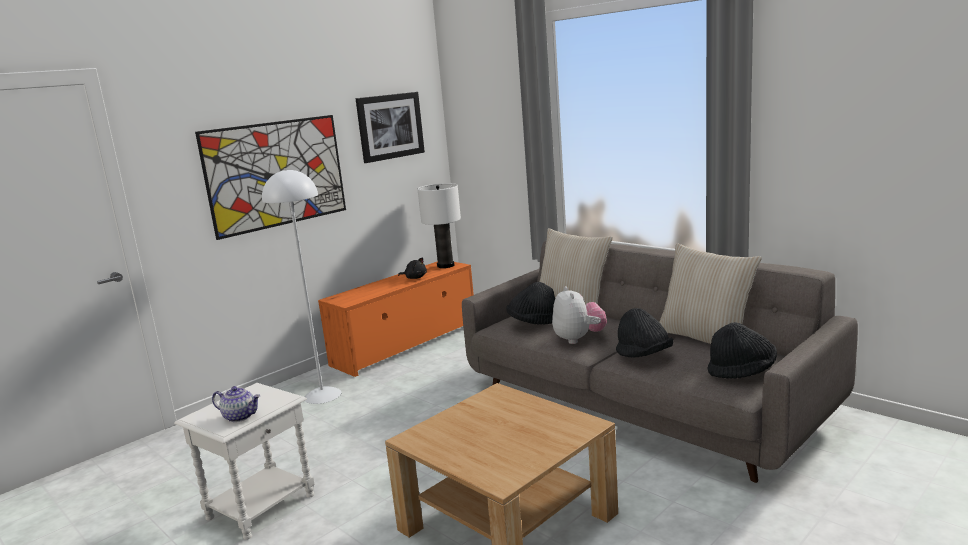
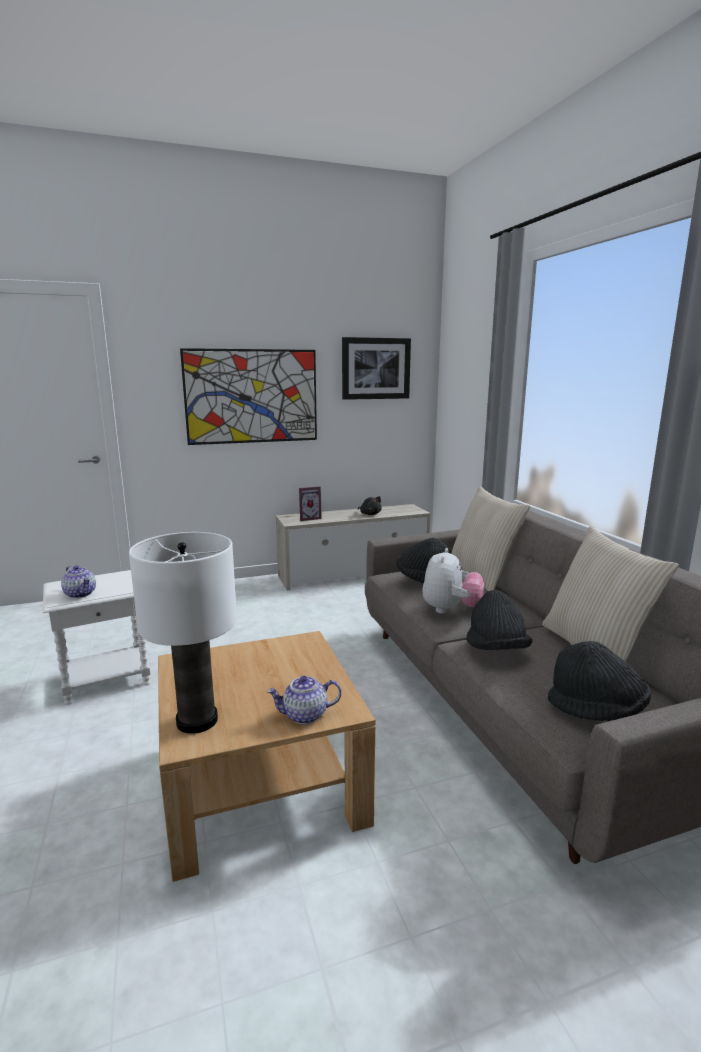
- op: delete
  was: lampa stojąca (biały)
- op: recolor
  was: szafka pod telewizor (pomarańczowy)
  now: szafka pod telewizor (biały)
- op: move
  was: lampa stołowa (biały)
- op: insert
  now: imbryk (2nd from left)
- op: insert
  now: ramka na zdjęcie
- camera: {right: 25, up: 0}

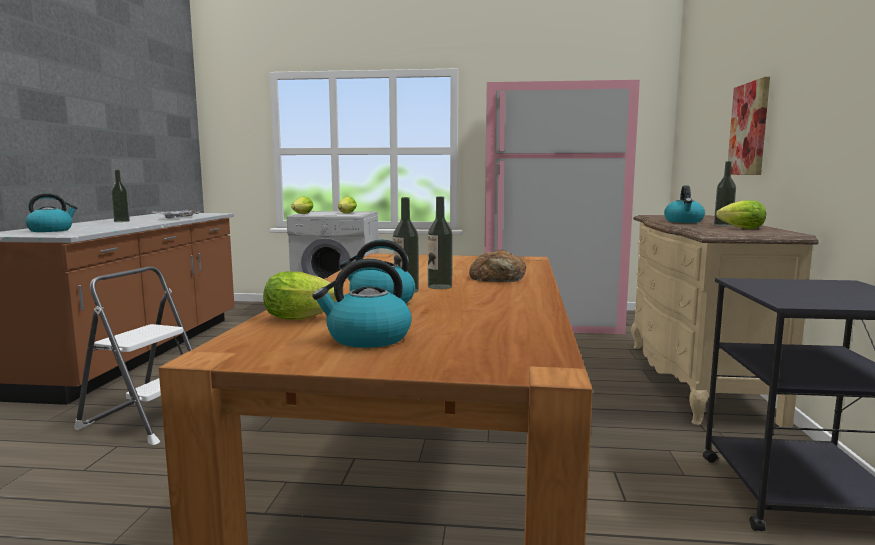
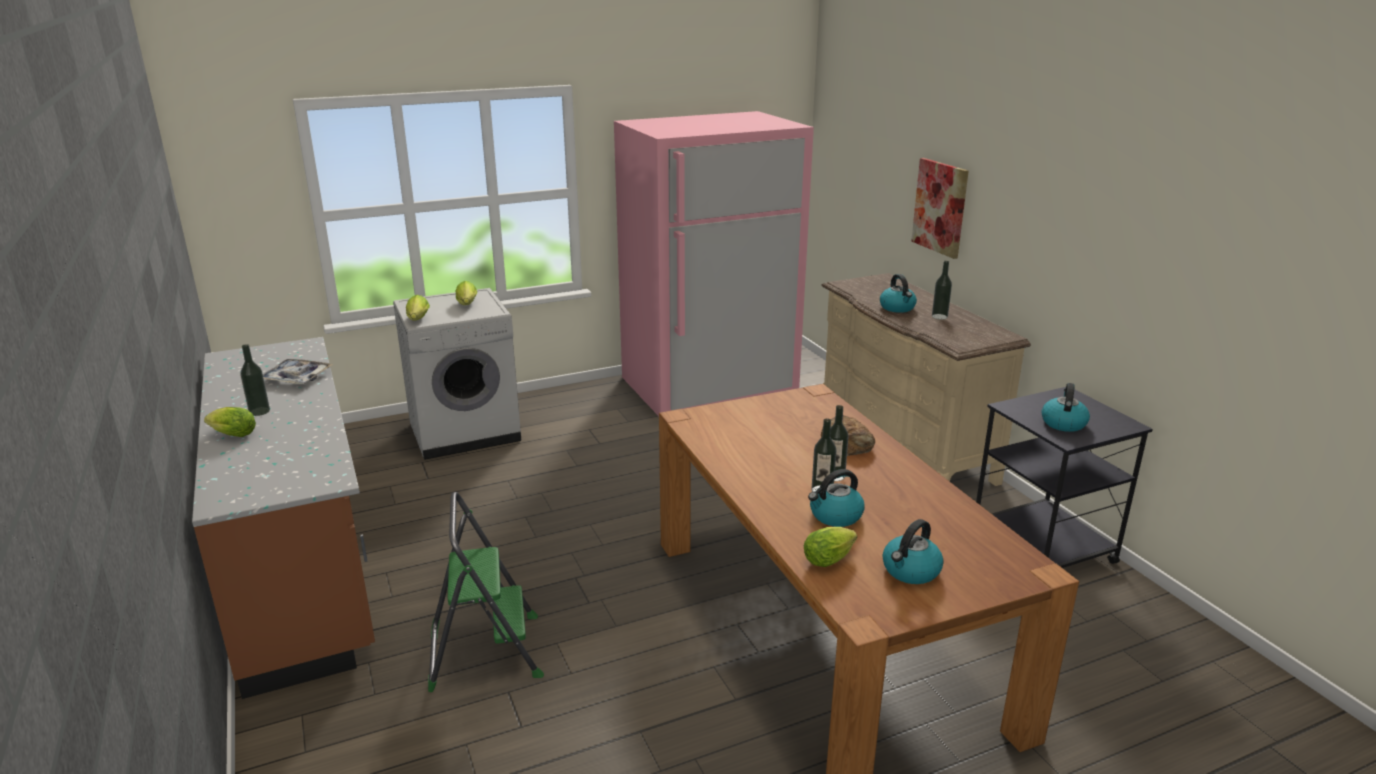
- op: move
  was: czajnik (1st from left in the first image)
  now: czajnik (4th from left)
- op: recolor
  was: drabinka (biały)
  now: drabinka (zielony)
- op: move
  was: sałata (4th from left in the first image)
  now: sałata (1st from left)
- camera: {right: -30, up: 15}

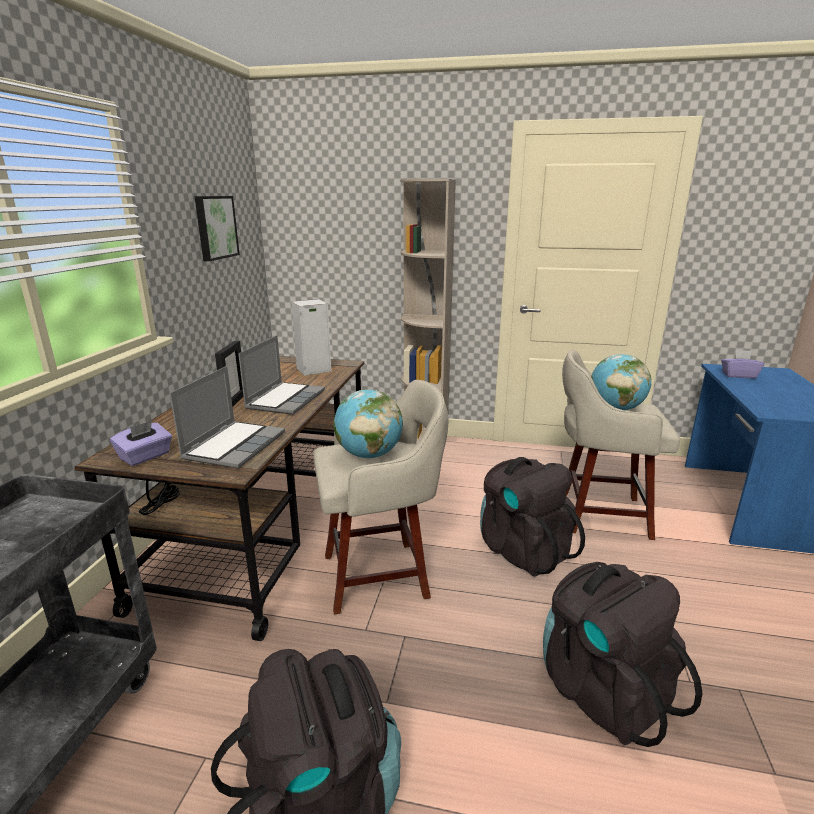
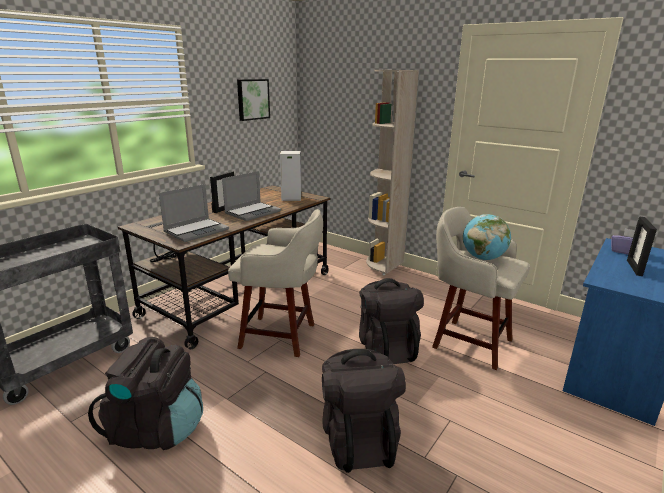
- op: delete
  was: pudełko chusteczek (fioletowy) (1st from left)
- op: delete
  was: globus (1st from left)
- op: insert
  now: ramka na zdjęcie (2nd from left)
- camera: {right: 25, up: 0}

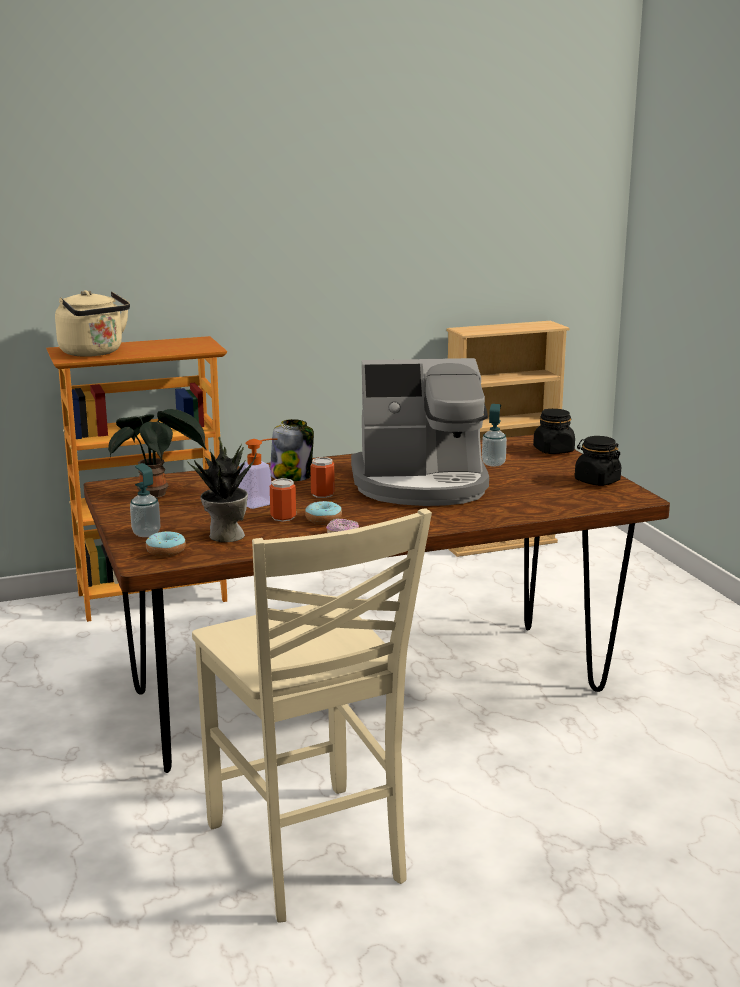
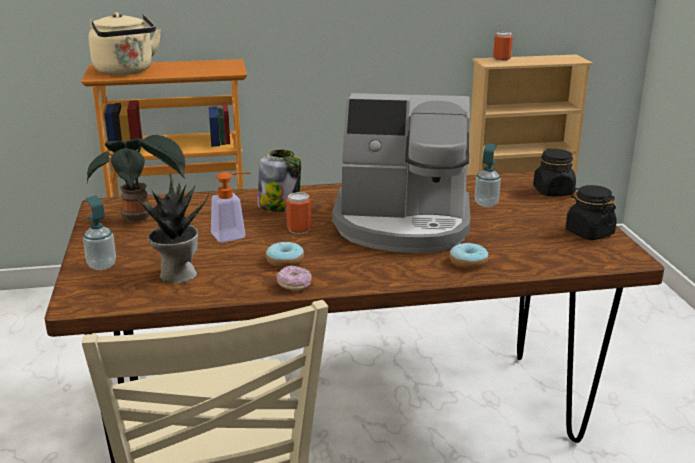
- op: move
  was: donut (1st from left in the first image)
  now: donut (3rd from left)
- op: move
  was: puszka (1st from left in the first image)
  now: puszka (2nd from left)
- camera: {right: 10, up: 5}

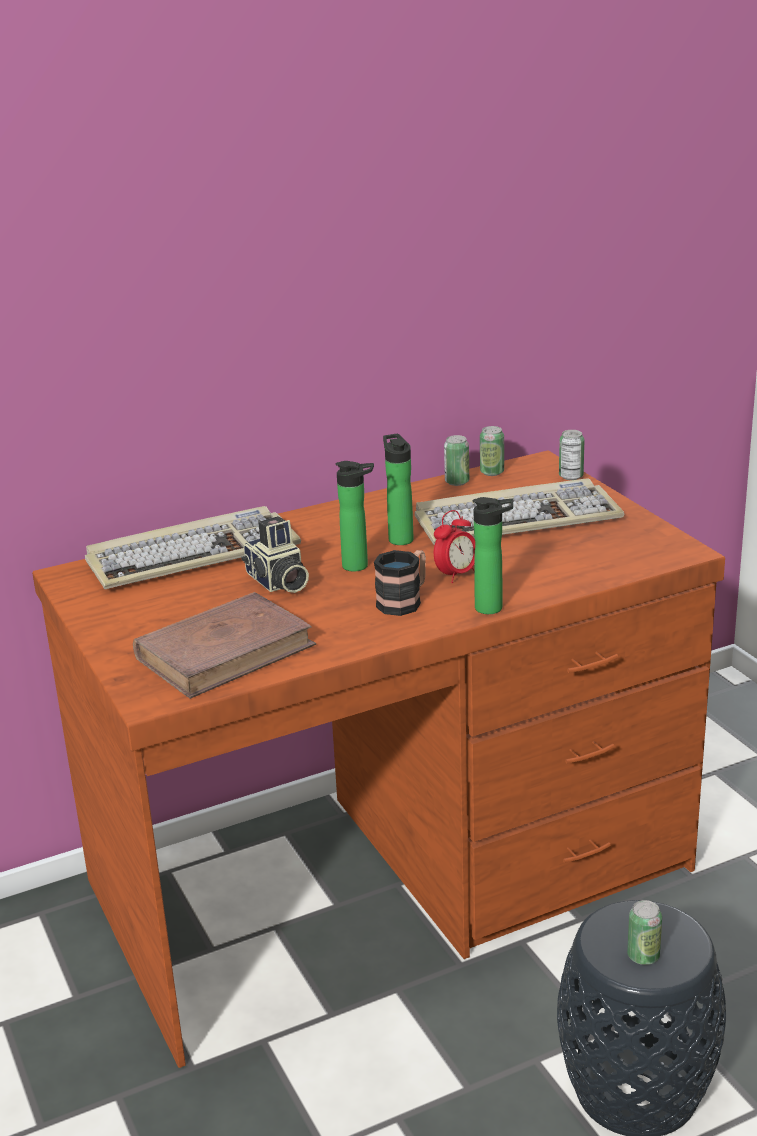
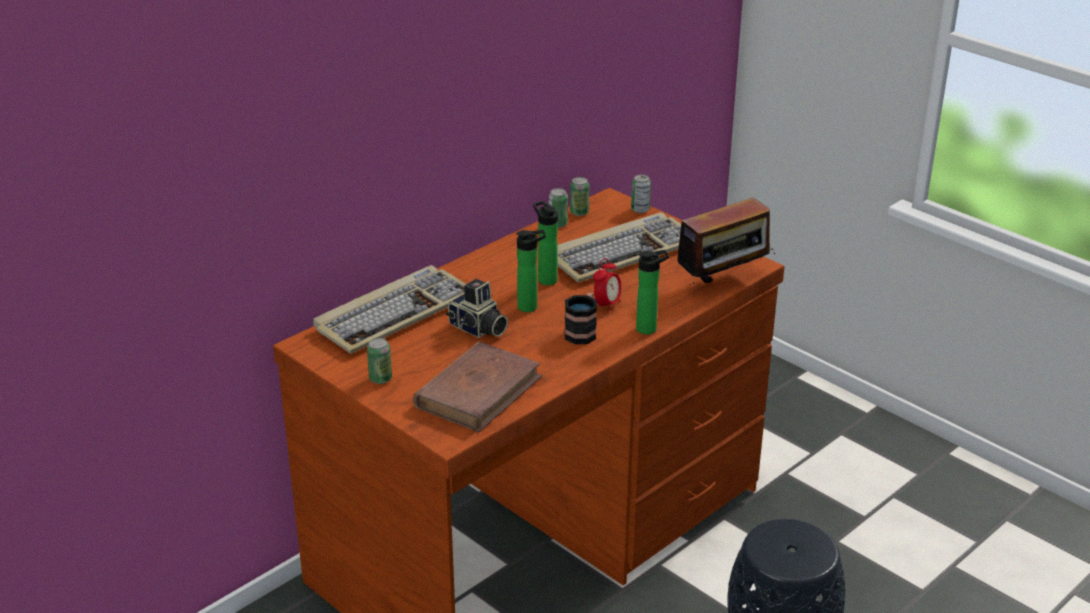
- op: move
  was: puszka (4th from left in the first image)
  now: puszka (1st from left)
- op: insert
  now: radio
- camera: {right: -20, up: 5}

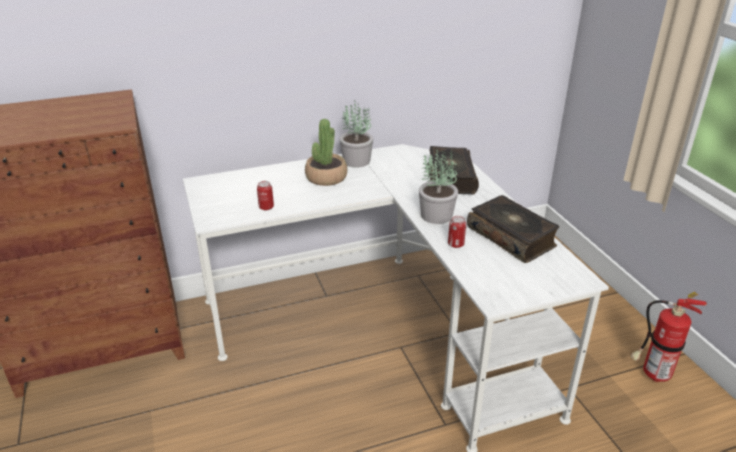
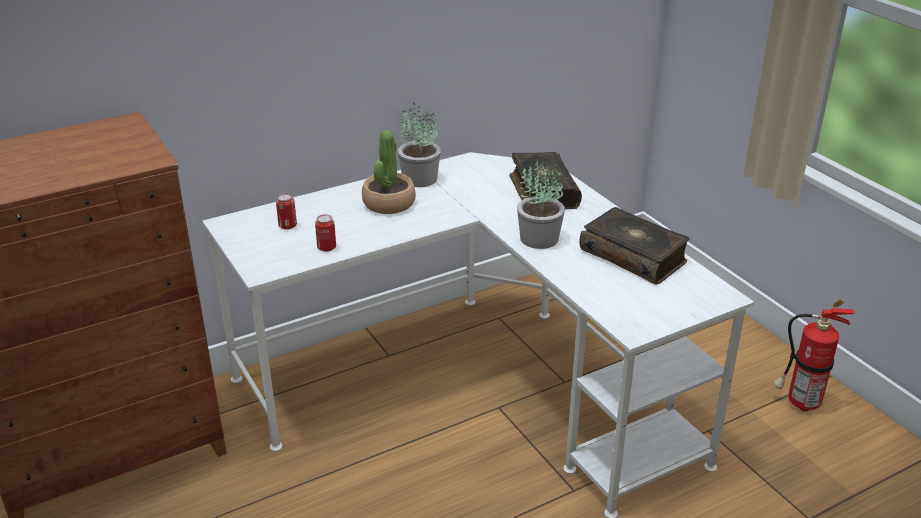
- op: move
  was: puszka (2nd from left in the first image)
  now: puszka (1st from left)
- camera: {right: -10, up: 0}

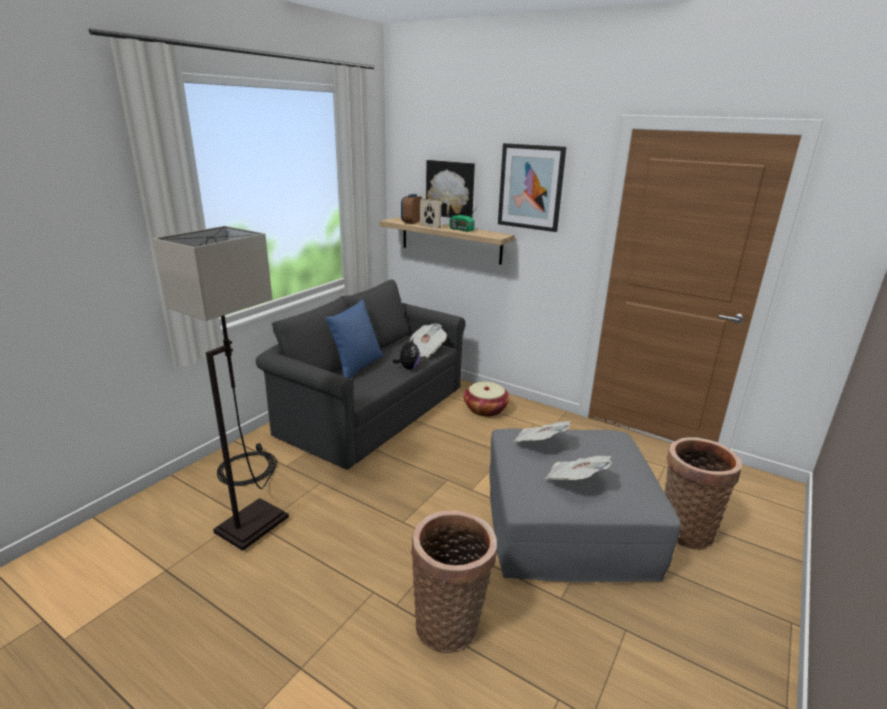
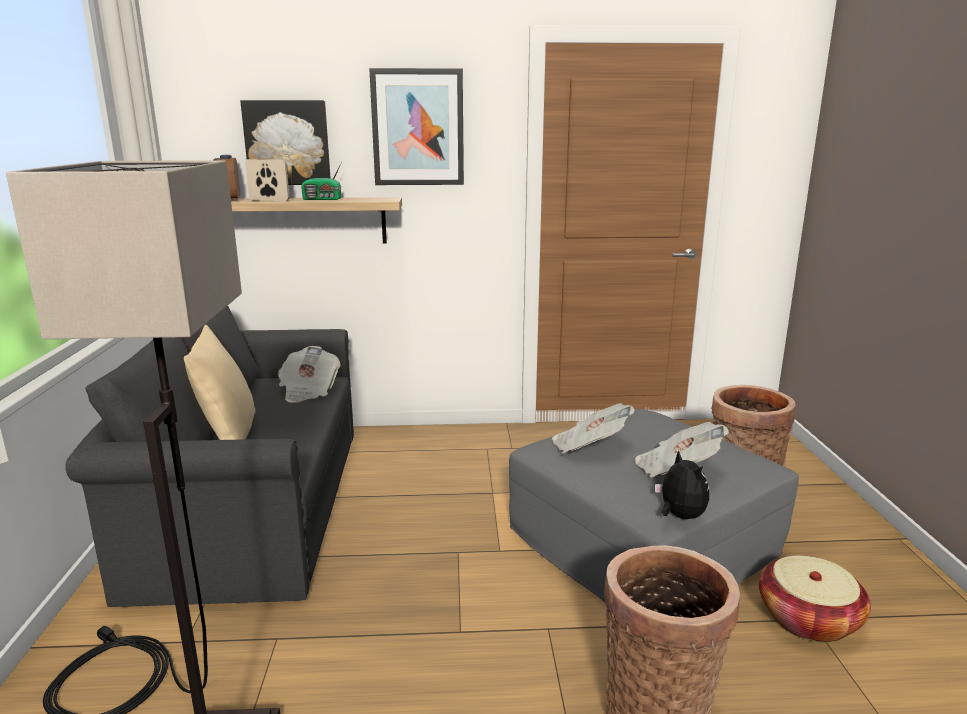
- op: recolor
  was: poduszka (niebieski)
  now: poduszka (beżowy)
- op: move
  was: pluszak
- op: move
  was: koszyk (2nd from left in the first image)
  now: koszyk (3rd from left)
- camera: {right: -35, up: -5}

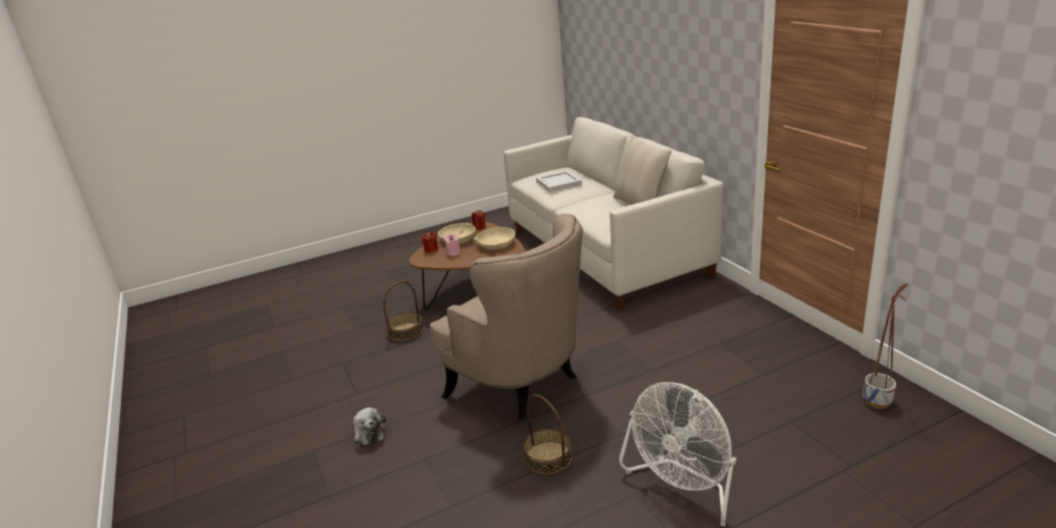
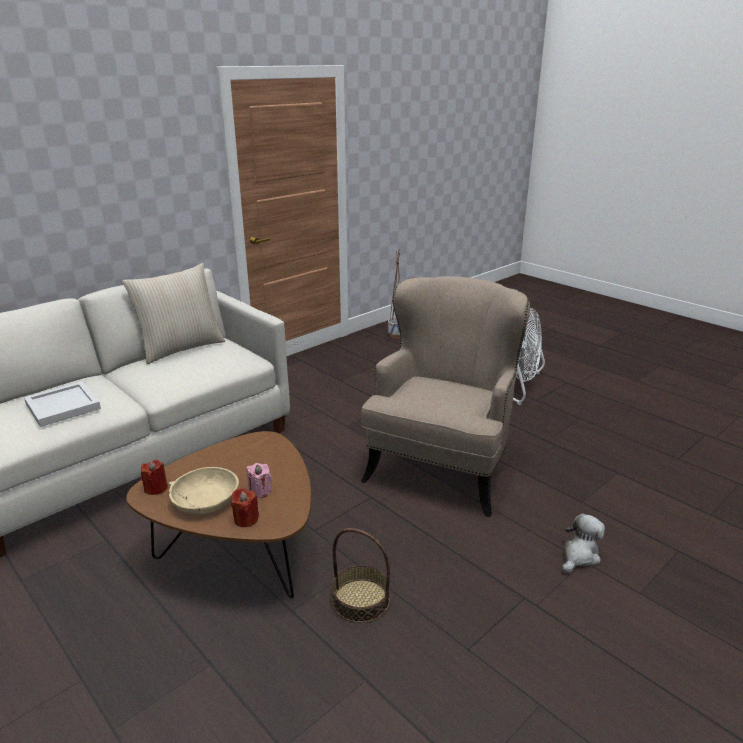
- op: delete
  was: miska (beżowy) (2nd from left)
- op: delete
  was: koszyk (2nd from left)
- camera: {right: -110, up: 0}

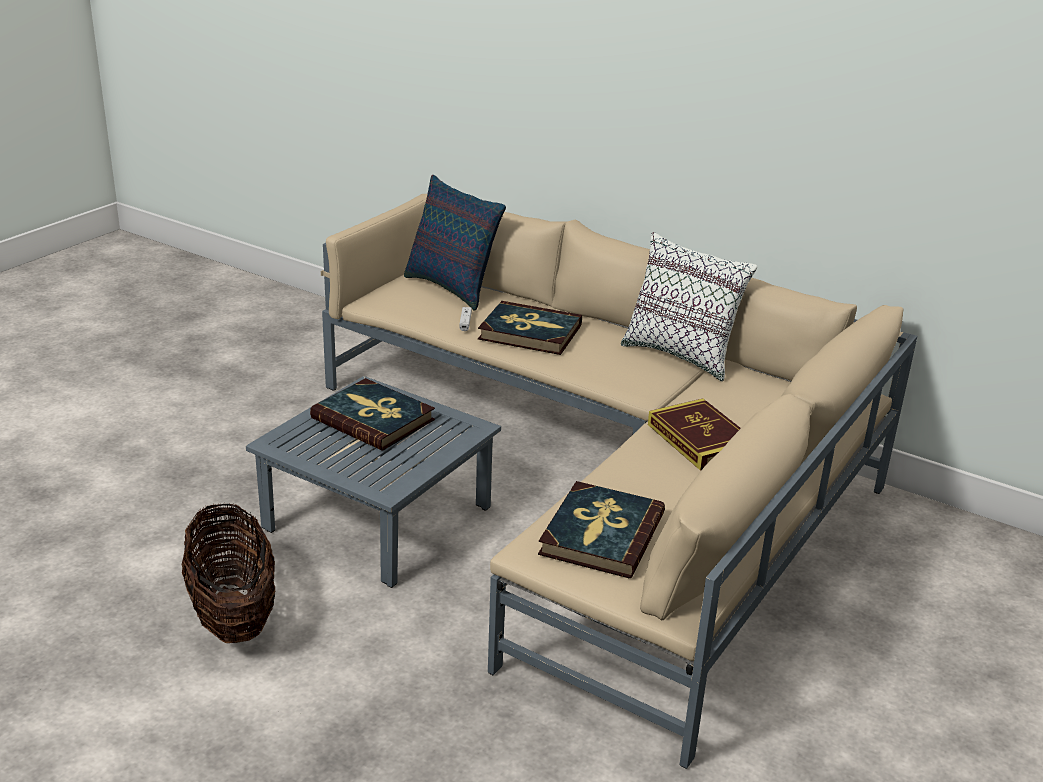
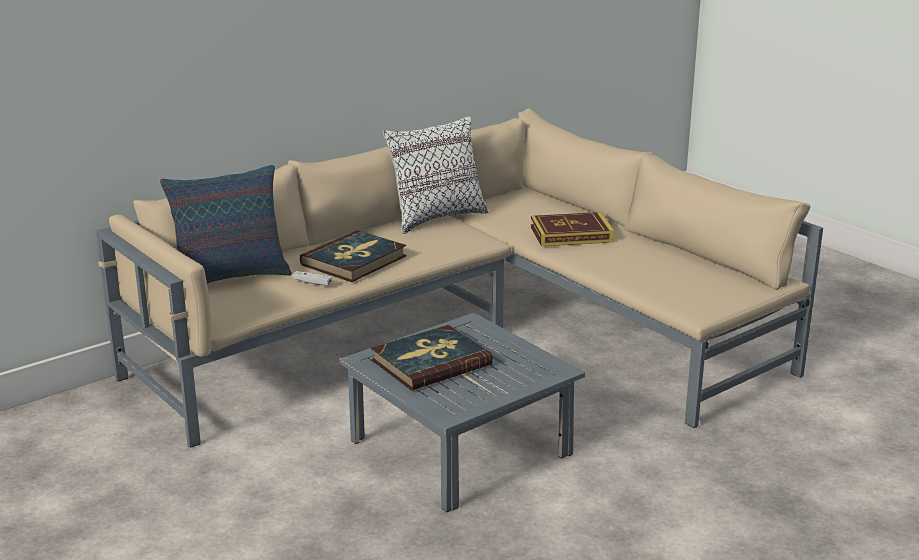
- op: delete
  was: koszyk
- op: delete
  was: książka (3rd from left)
- camera: {right: -70, up: -5}

